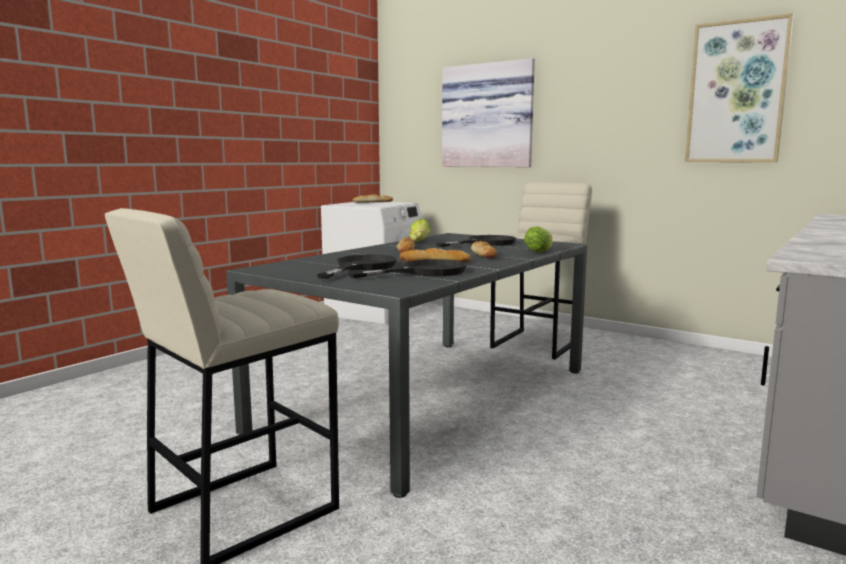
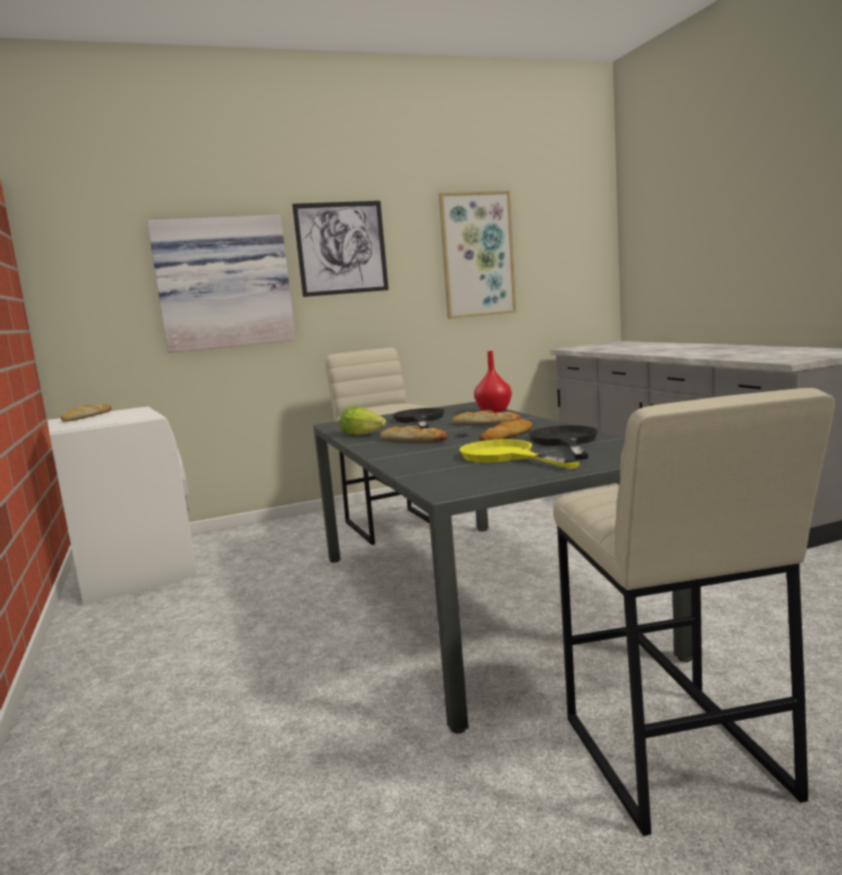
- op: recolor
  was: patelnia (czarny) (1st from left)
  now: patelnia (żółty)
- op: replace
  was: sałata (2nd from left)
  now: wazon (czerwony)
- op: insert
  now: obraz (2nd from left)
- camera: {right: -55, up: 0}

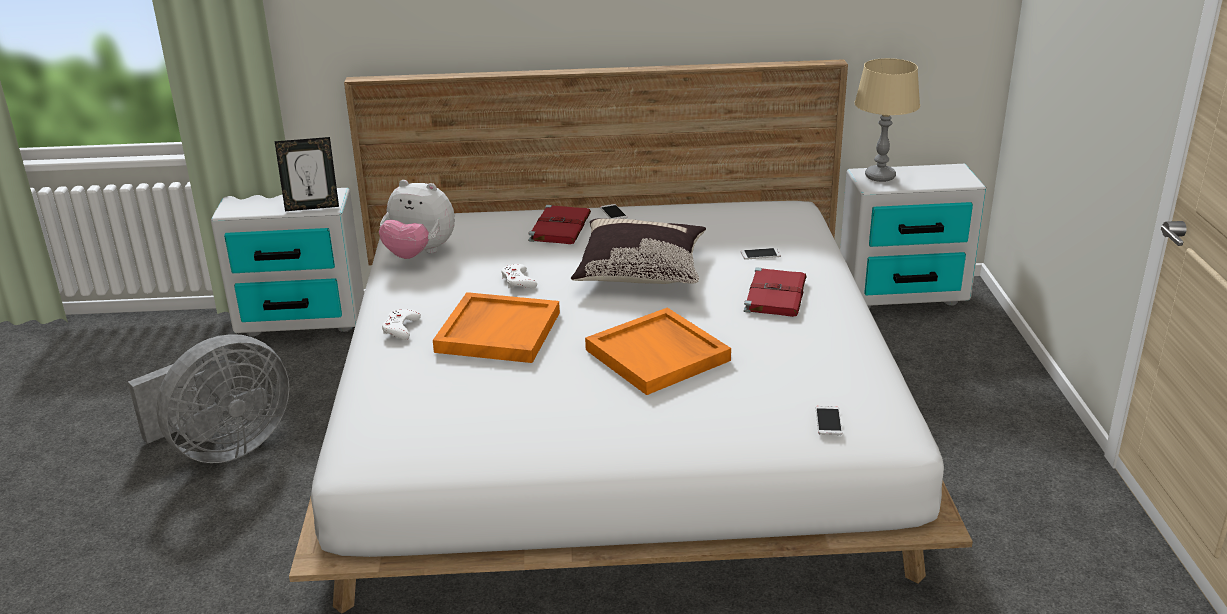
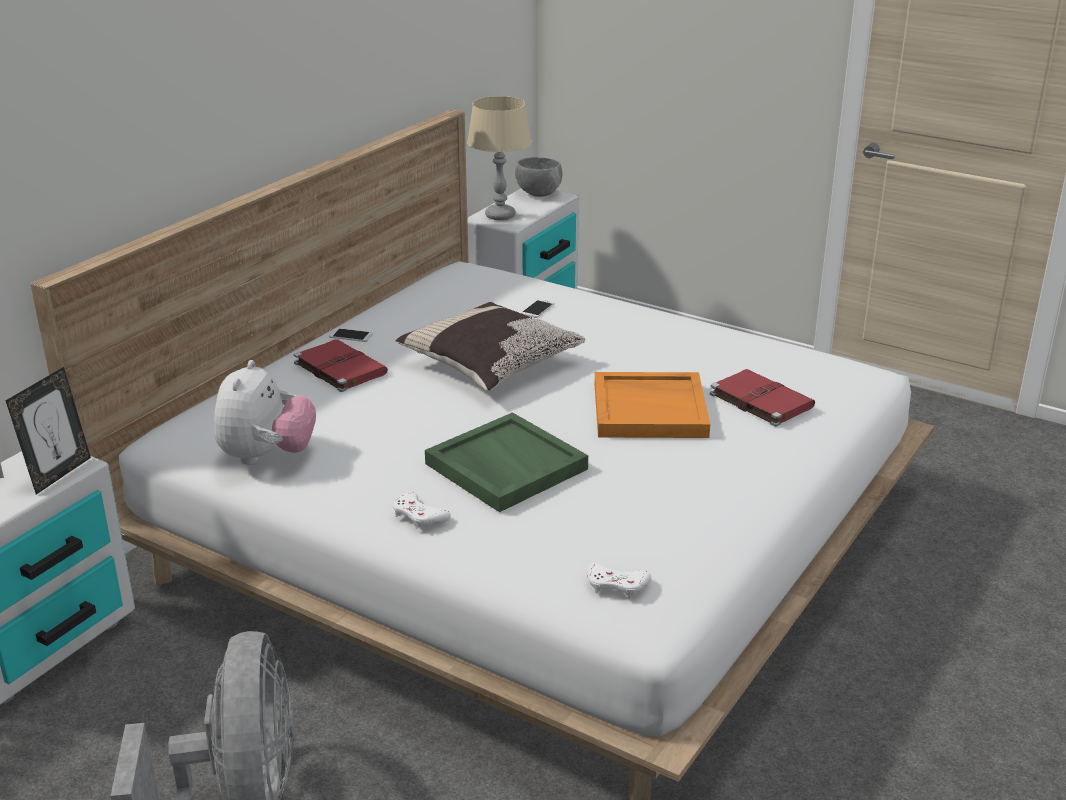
- op: rotate
  was: pluszak
  clockwise: -45
- op: recolor
  was: taca (pomarańczowy) (1st from left)
  now: taca (zielony)
- op: move
  was: pad do gier (biały) (2nd from left)
- op: move
  was: książka (czerwony) (2nd from left)
- op: delete
  was: telefon (3rd from left)
- op: insert
  now: miska (szary)
- camera: {right: -55, up: 0}

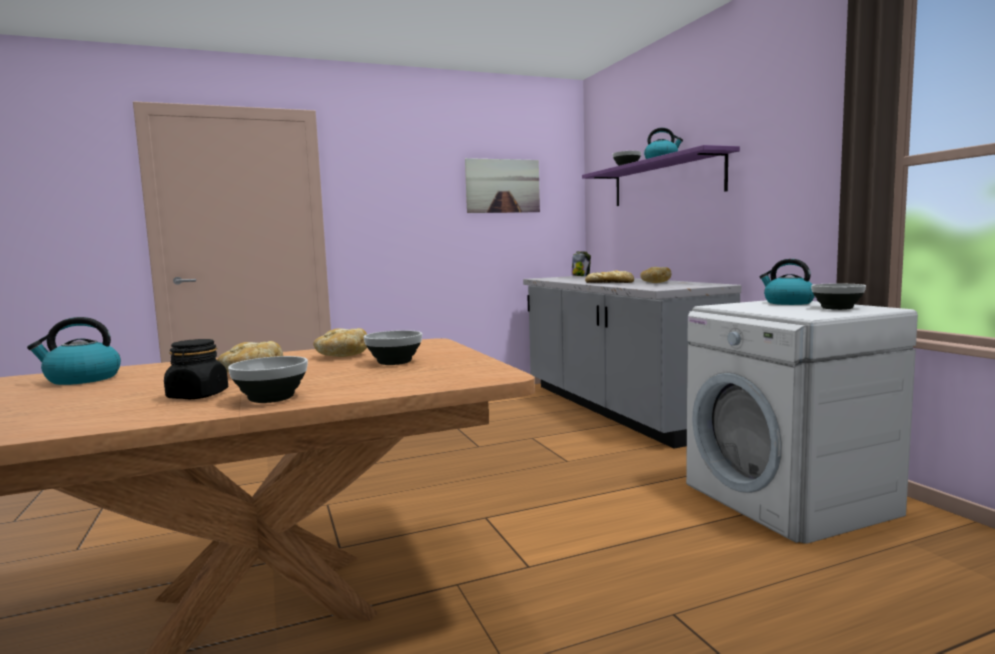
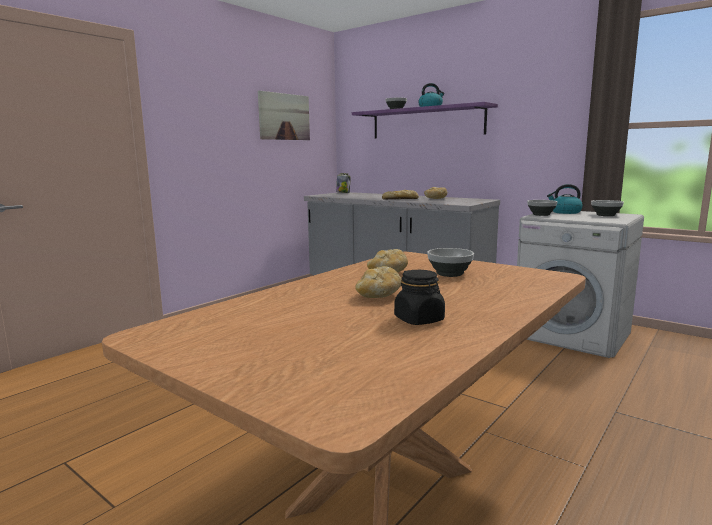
- op: delete
  was: czajnik (1st from left)
- op: move
  was: miska (1st from left in the first image)
  now: miska (3rd from left)
- camera: {right: -30, up: 5}

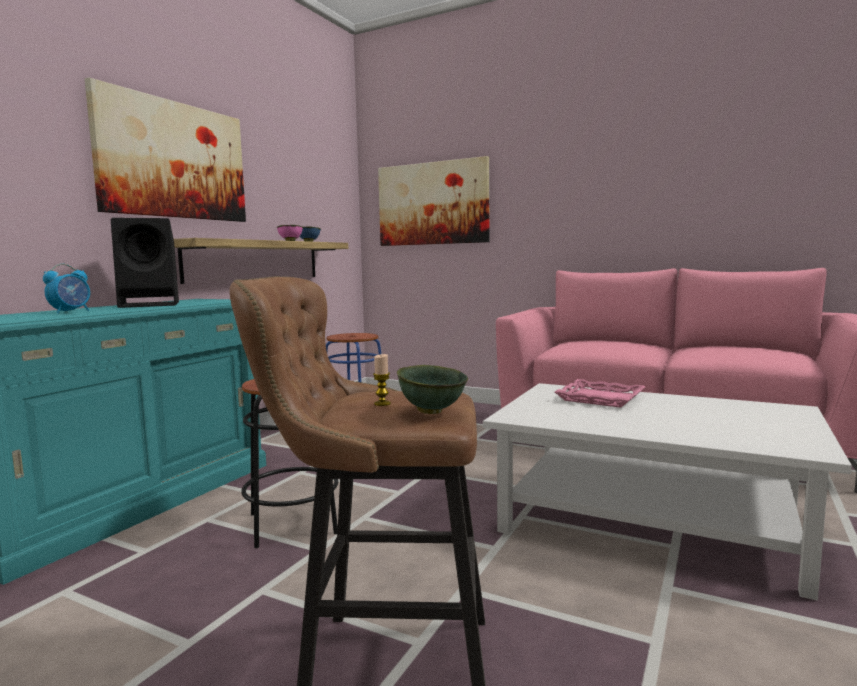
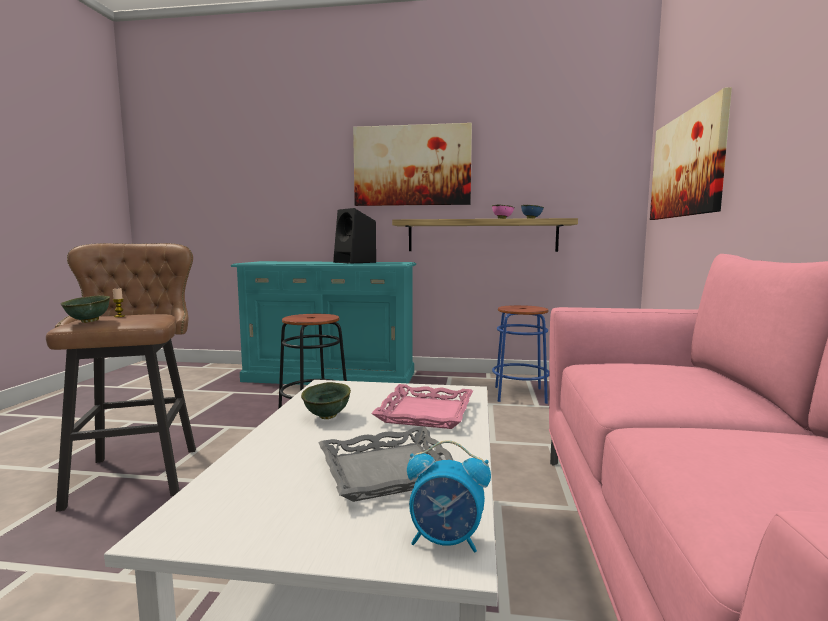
- op: move
  was: budzik
- op: insert
  now: miska (zielony) (2nd from left)
- op: insert
  now: taca (szary)
- camera: {right: 70, up: 0}

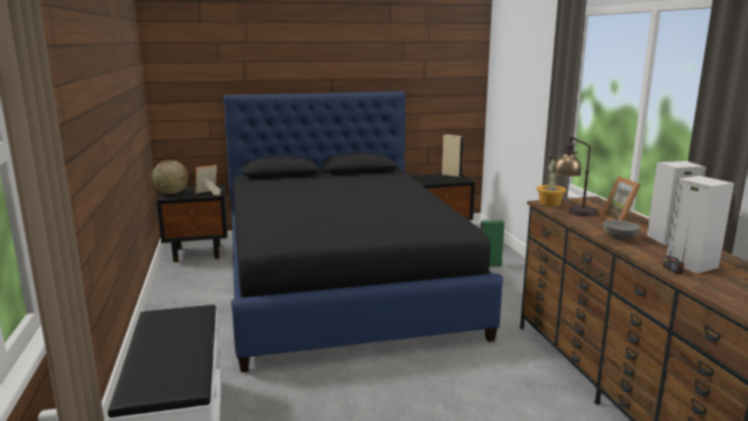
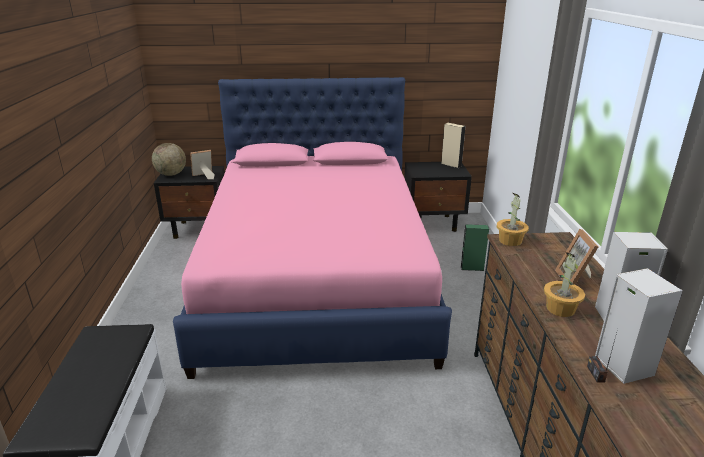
- op: recolor
  was: łóżko (czarny)
  now: łóżko (różowy)
- op: delete
  was: lampa stołowa
- op: replace
  was: miska (szary)
  now: roślina doniczkowa (2nd from left)
- camera: {right: 10, up: 10}

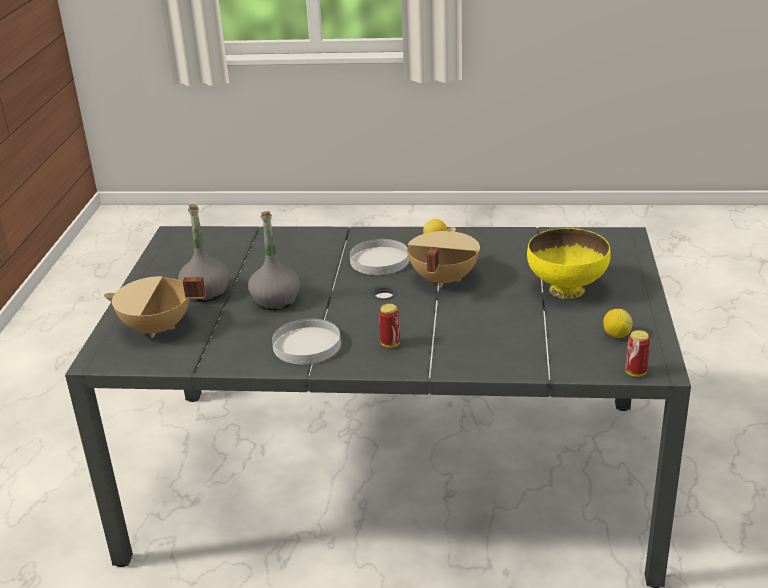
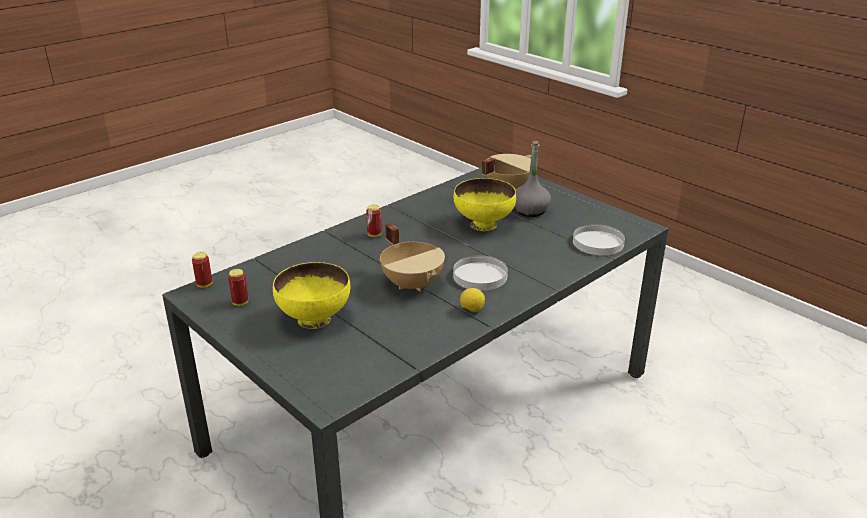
- op: replace
  was: butelka (szary) (2nd from left)
  now: miska (żółty) (2nd from left)
- op: move
  was: talerz (biały) (1st from left in the first image)
  now: talerz (biały) (2nd from left)
- op: replace
  was: cytryna (2nd from left)
  now: puszka (2nd from left)
- camera: {right: 130, up: 0}

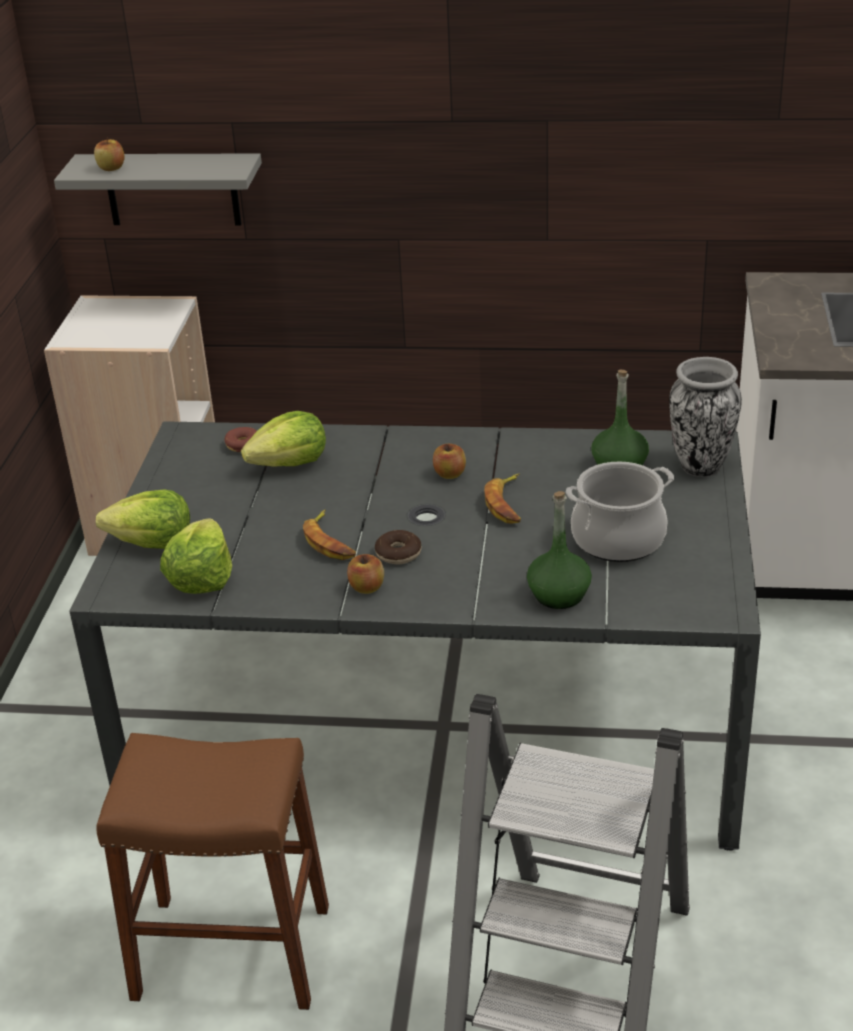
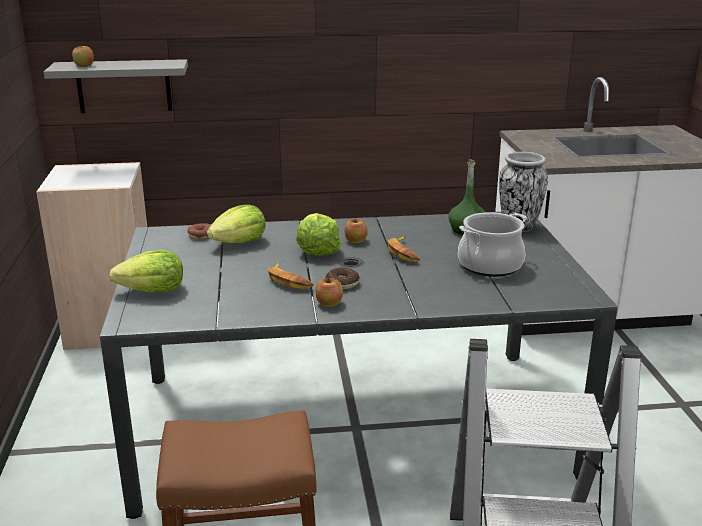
- op: move
  was: sałata (2nd from left in the first image)
  now: sałata (3rd from left)
- op: delete
  was: butelka (zielony) (1st from left)
- camera: {right: -15, up: -10}

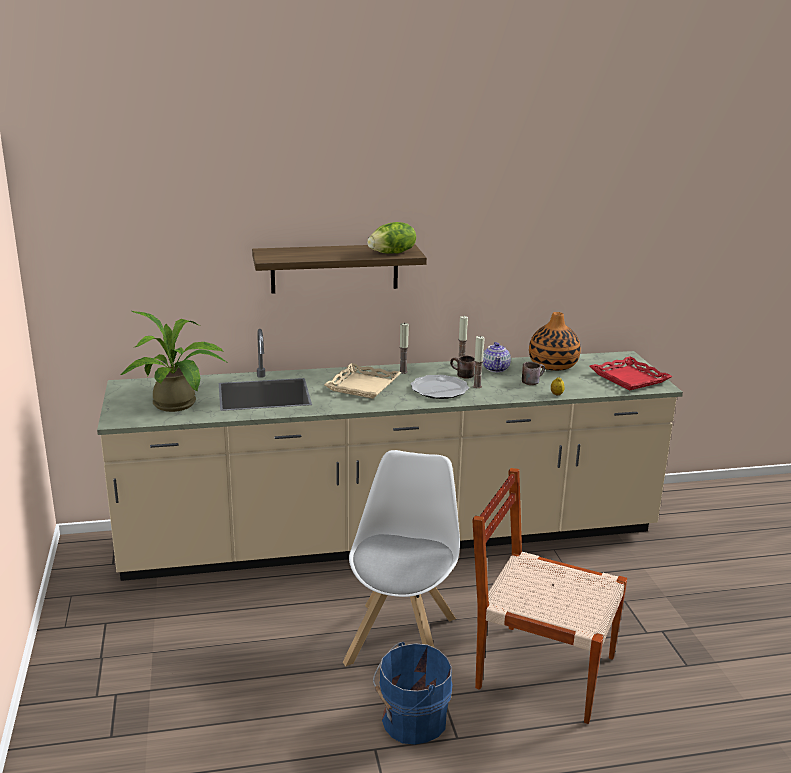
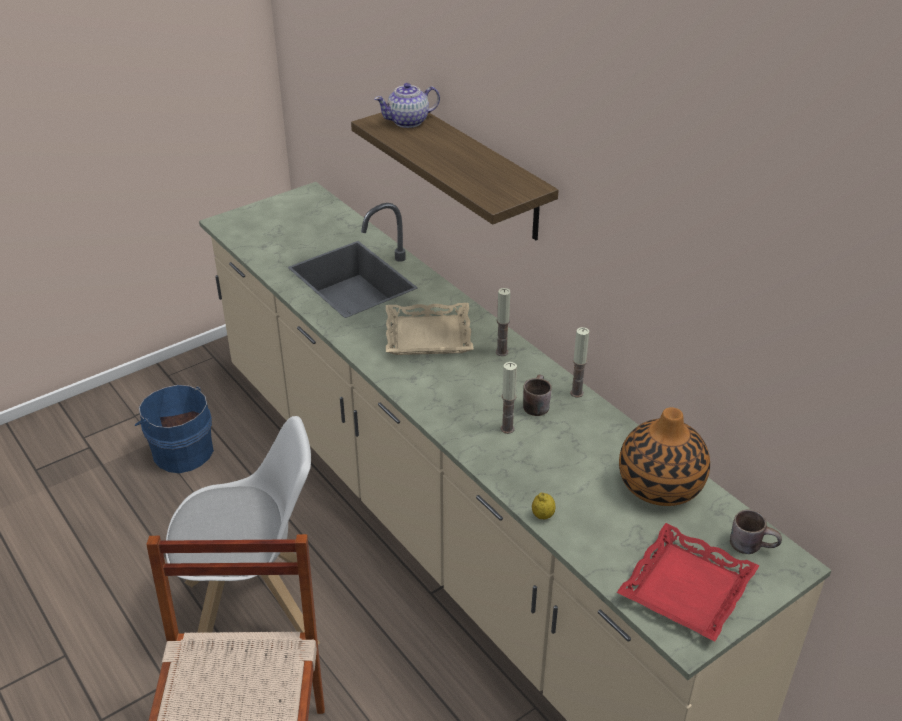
- op: delete
  was: roślina doniczkowa
- op: delete
  was: sałata
- op: move
  was: wiadro (niebieski)
- op: delete
  was: talerz
- op: move
  was: imbryk
- op: move
  was: kubek (brązowy) (2nd from left)
- camera: {right: 65, up: 15}

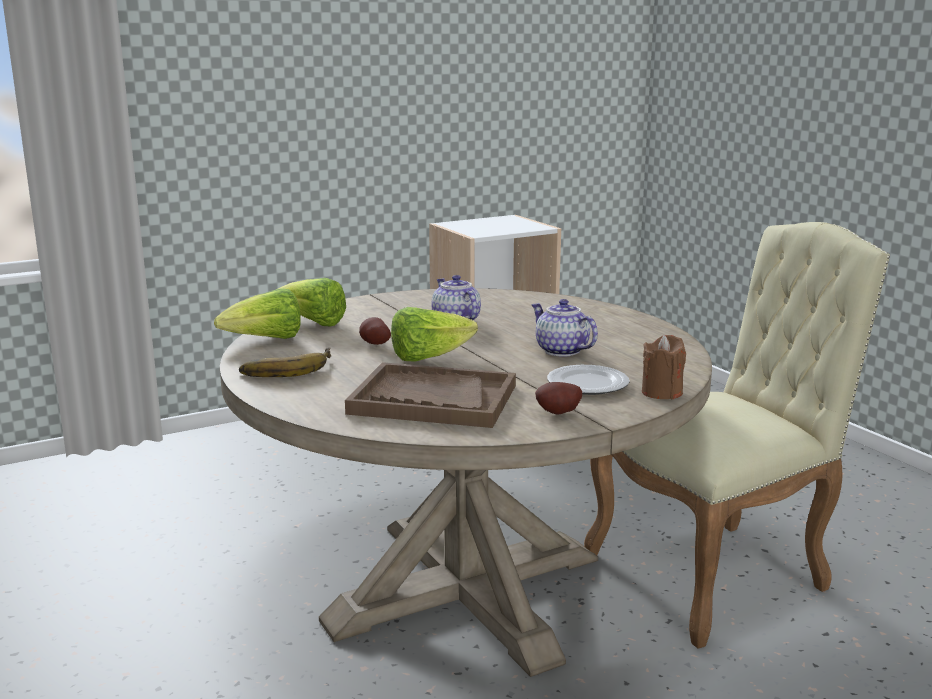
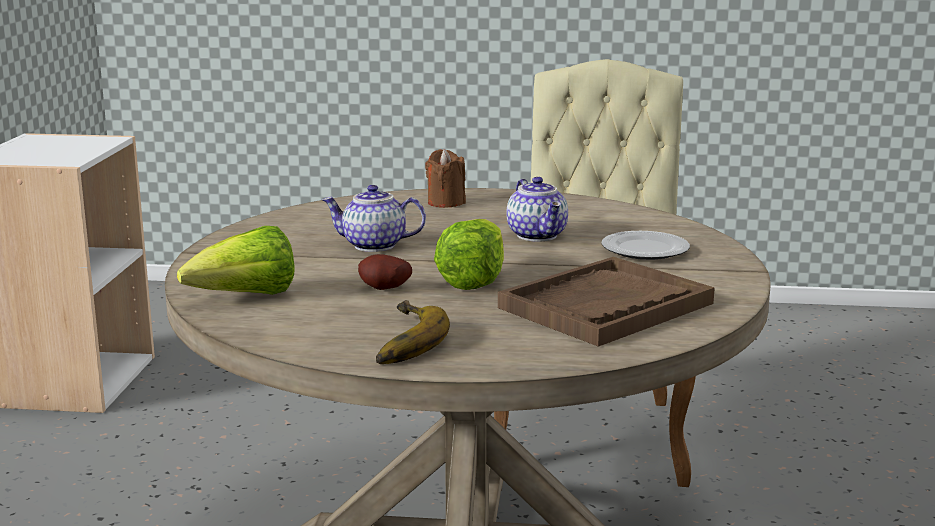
- op: delete
  was: sałata (1st from left)
- op: rotate
  was: imbryk (2nd from left)
  clockwise: -105
- op: delete
  was: ziemniak (2nd from left)
- op: move
  was: świeca (brązowy)
- camera: {right: -55, up: 0}

